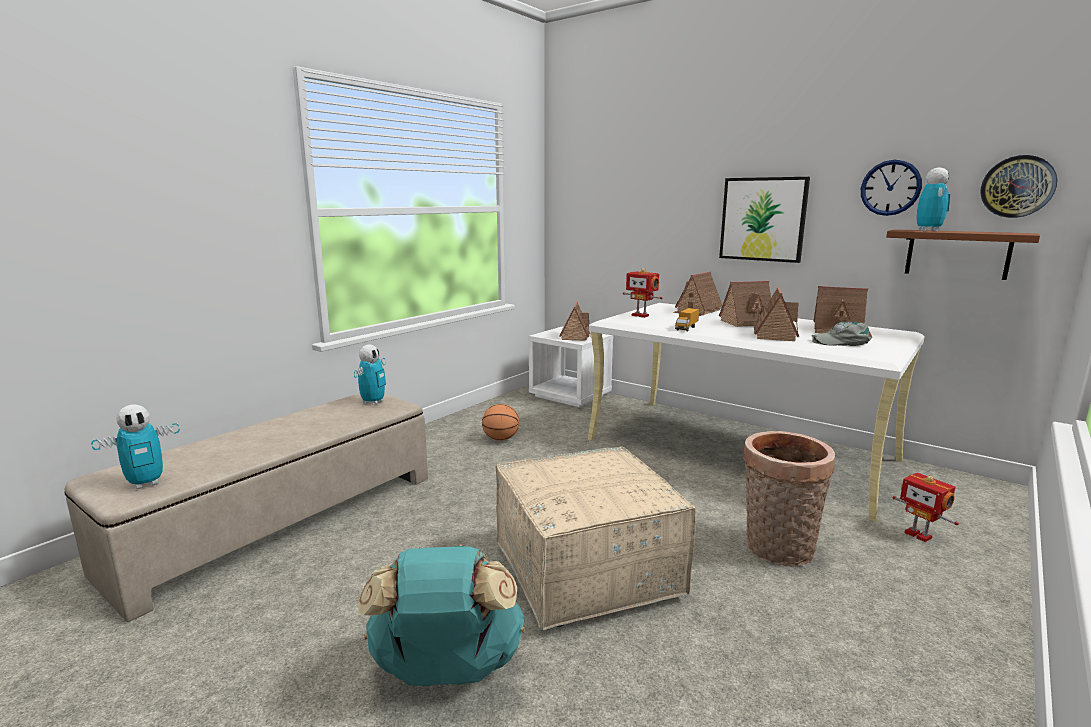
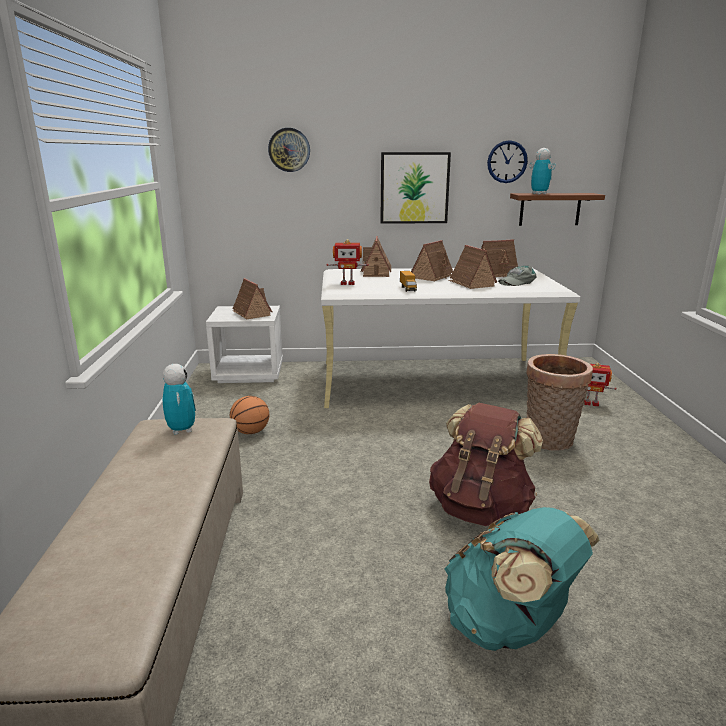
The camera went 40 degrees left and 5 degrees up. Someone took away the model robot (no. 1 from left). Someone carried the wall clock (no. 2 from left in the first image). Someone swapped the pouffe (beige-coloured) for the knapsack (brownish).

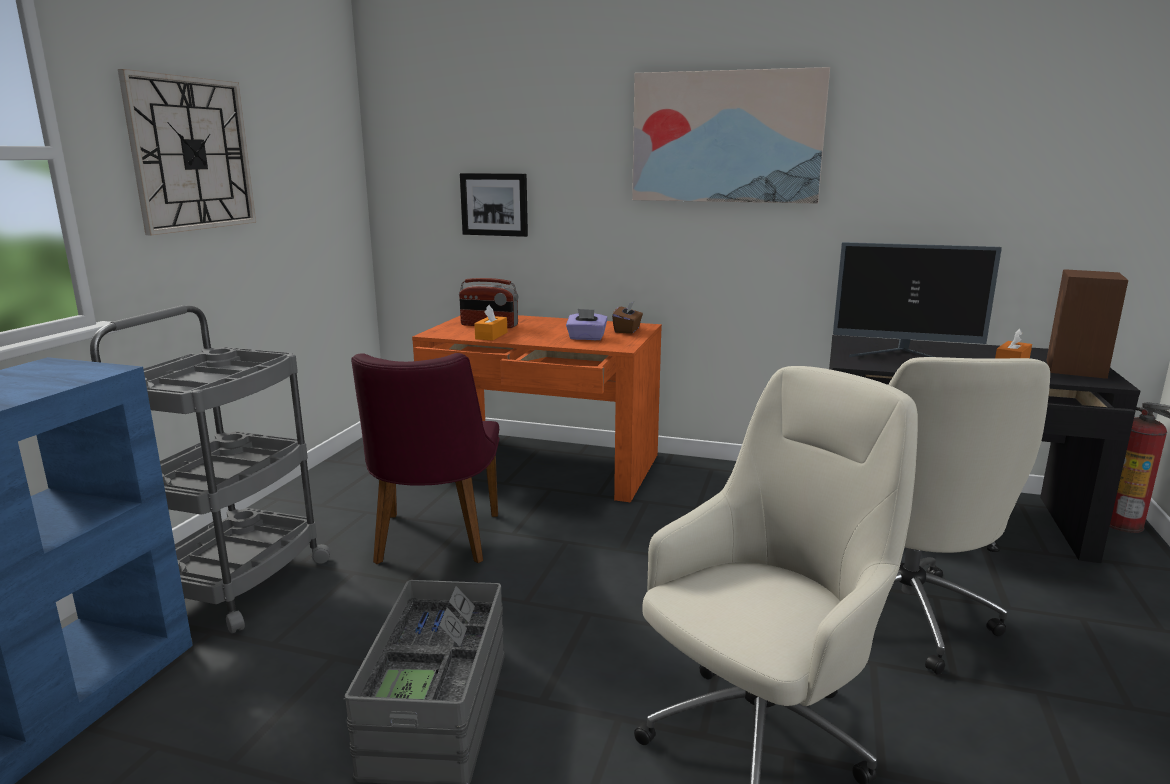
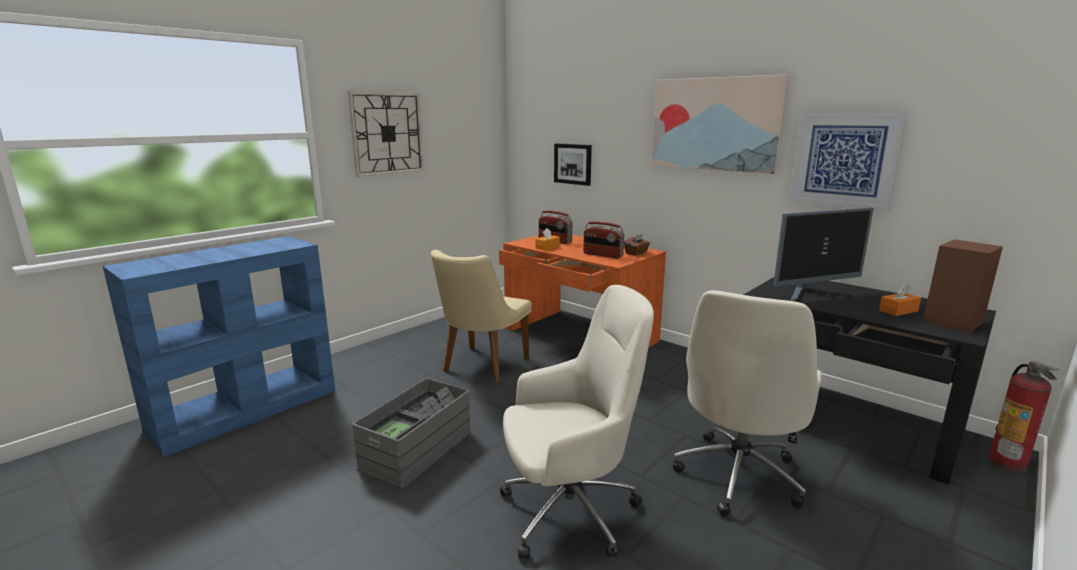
The camera went 25 degrees right and 0 degrees up. Someone took away the trolley (grey). Someone put up the wall picture (no. 3 from left). Someone swapped the tissue holder (purple) for the radio (no. 2 from left). Someone repainted the upright chair (purple), which became the upright chair (beige-coloured). Someone rotated the monitor by 60 degrees counterclockwise.

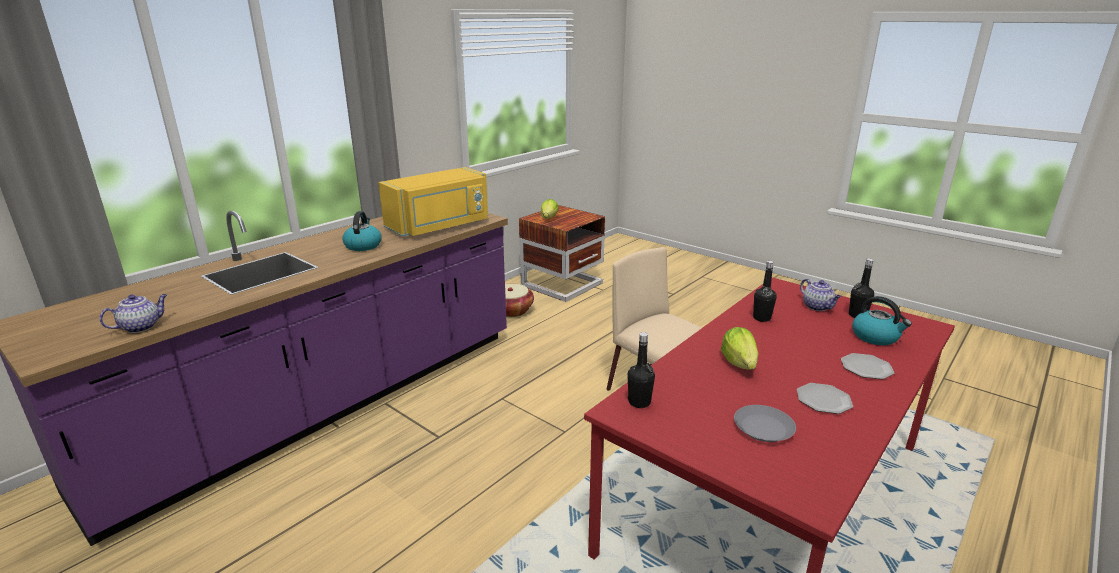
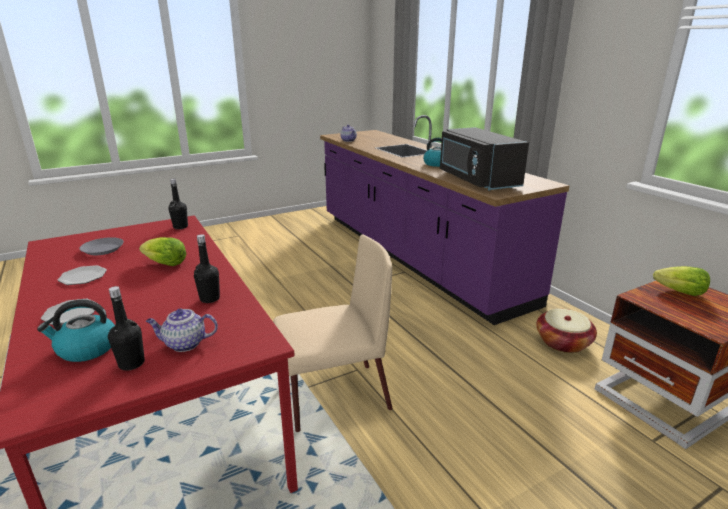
The camera went 110 degrees right and 0 degrees up. Someone repainted the kitchen microwave (yellow), which became the kitchen microwave (black).

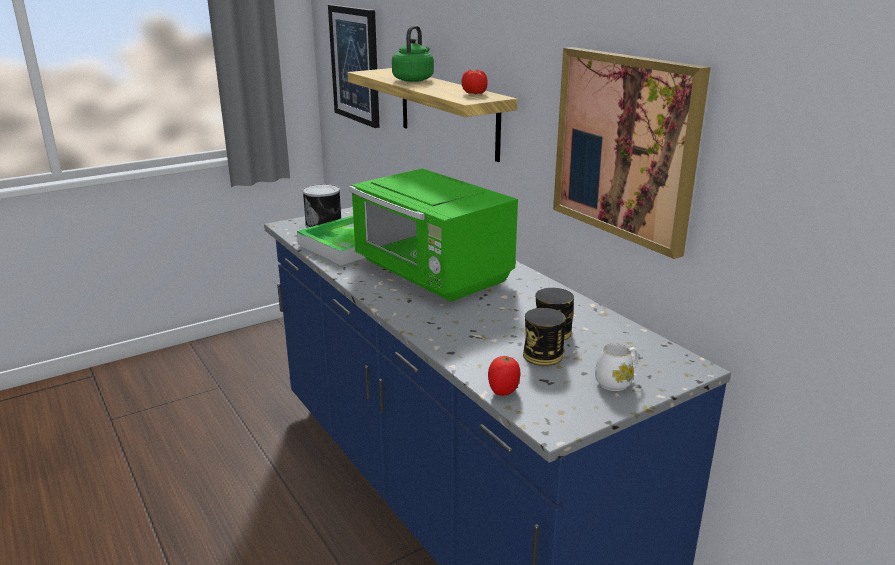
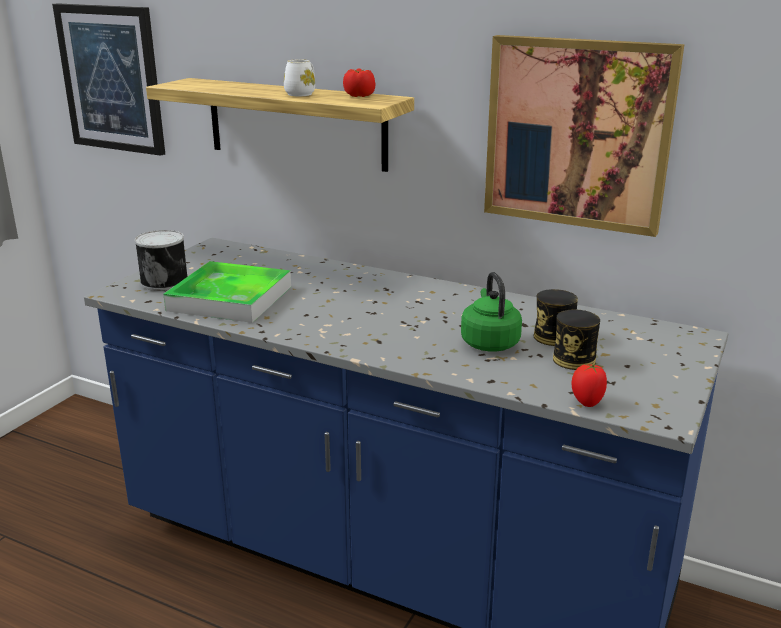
The camera went 30 degrees left and 0 degrees up. Someone took away the kitchen microwave (greenish). Someone carried the kettle (greenish). Someone carried the coffee mug (whitish).

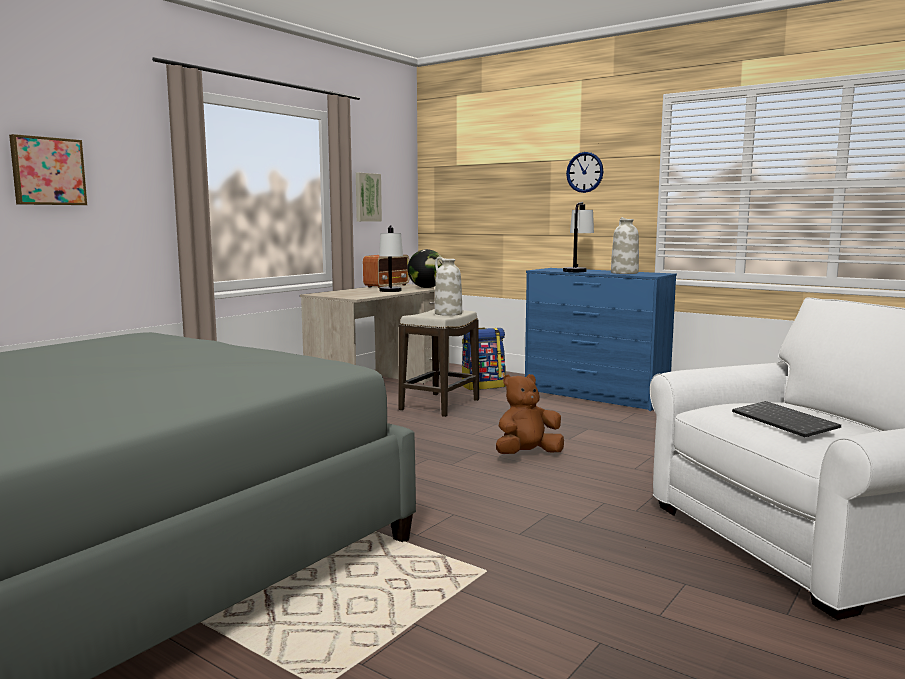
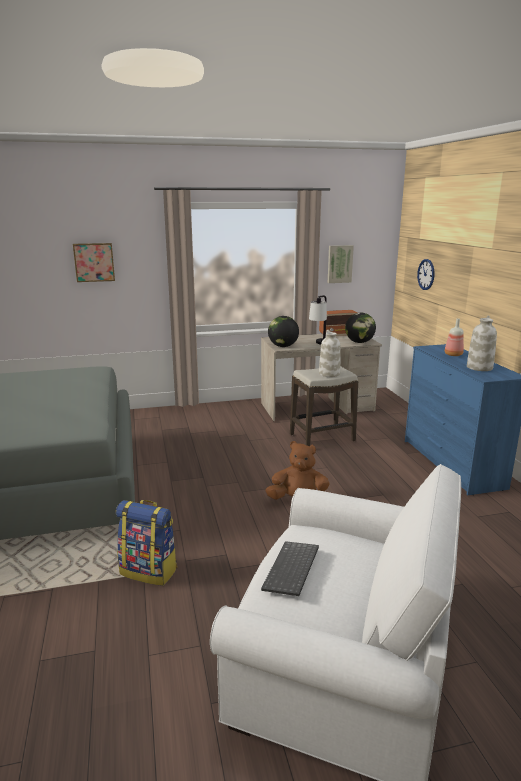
The camera went 40 degrees right and 10 degrees up. Someone put down the desk globe (no. 1 from left). Someone carried the knapsack. Someone carried the wall clock. Someone swapped the table lamp (no. 2 from left) for the drink bottle.

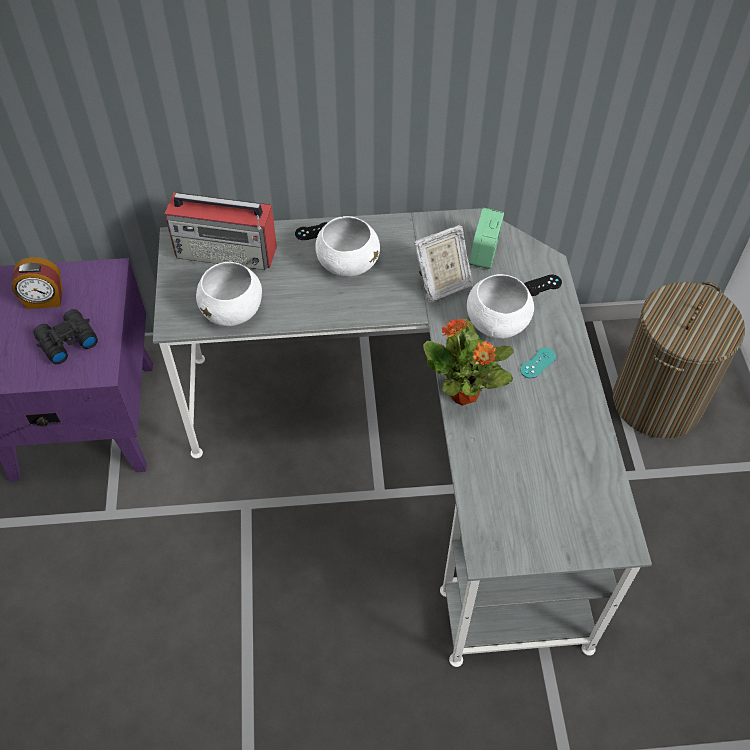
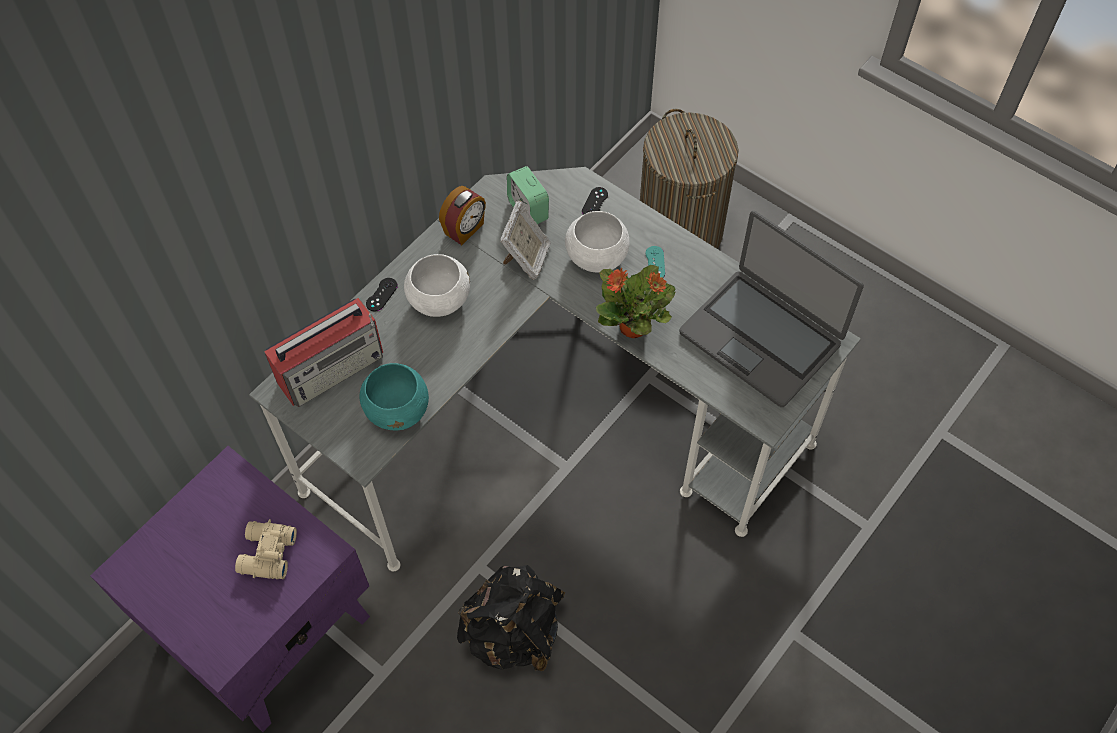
The camera went 45 degrees left and 5 degrees up. Someone put down the knapsack (black). Someone put down the laptop. Someone carried the bedside clock (no. 1 from left). Someone repainted the binoculars (black), which became the binoculars (beige-coloured). Someone repainted the serving bowl (whitish) (no. 1 from left), which became the serving bowl (turquoise).

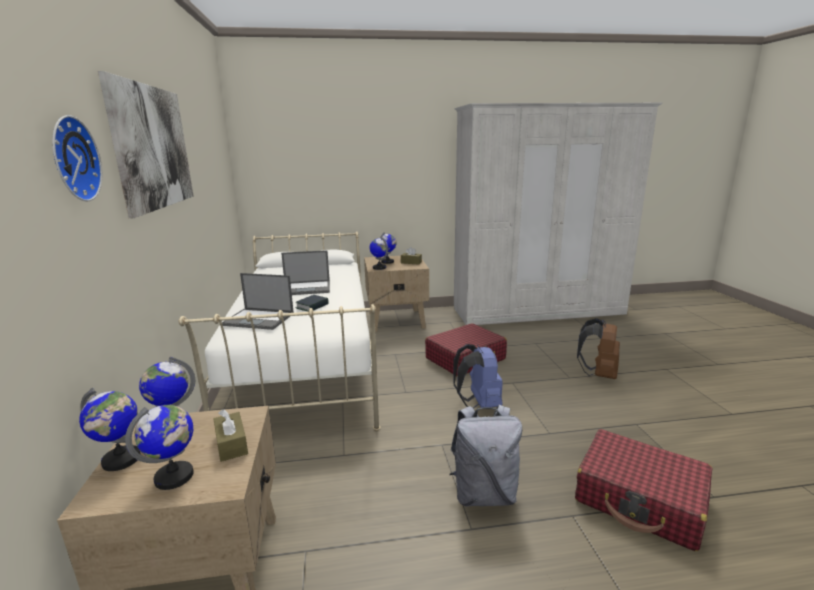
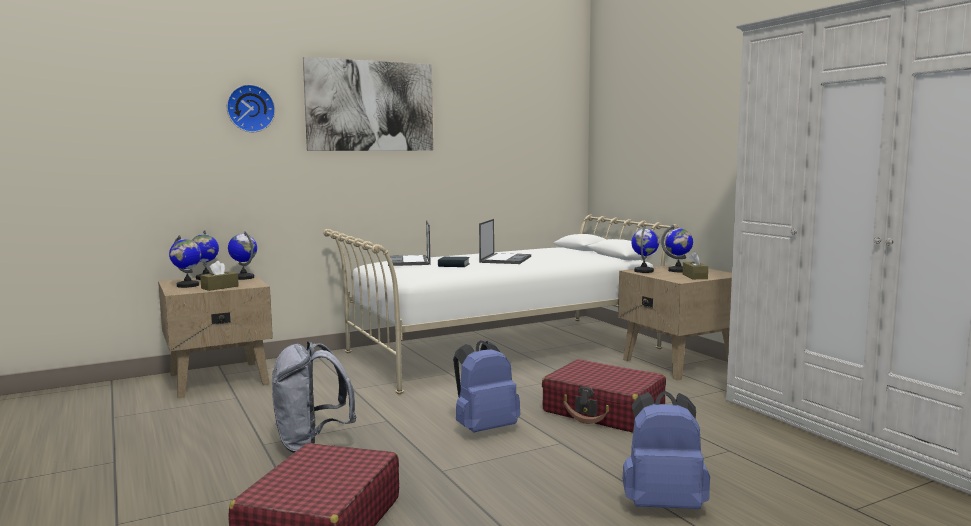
The camera went 70 degrees right and 10 degrees down. Someone repainted the knapsack (brownish), which became the knapsack (blue) (no. 2 from left). Someone rotated the laptop (no. 2 from left) by 135 degrees counterclockwise.

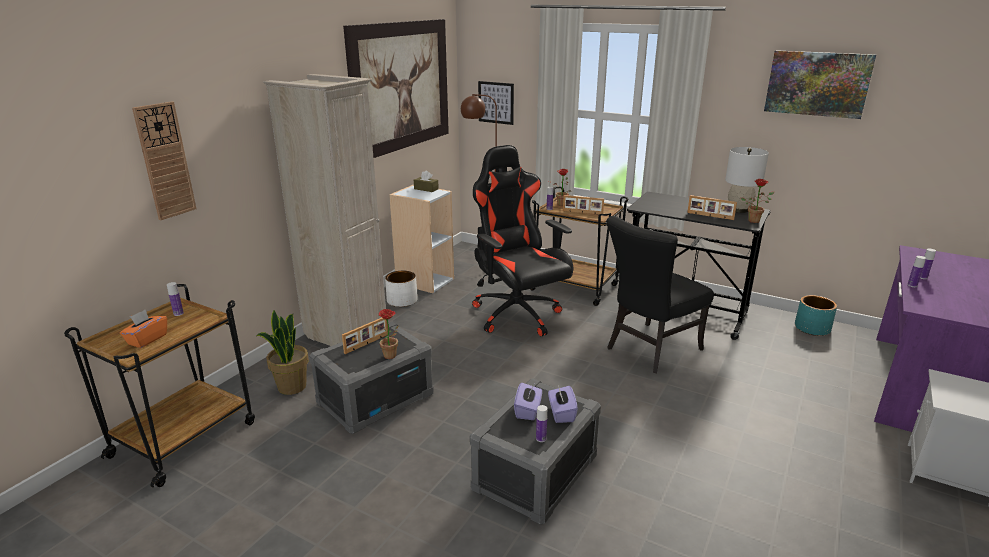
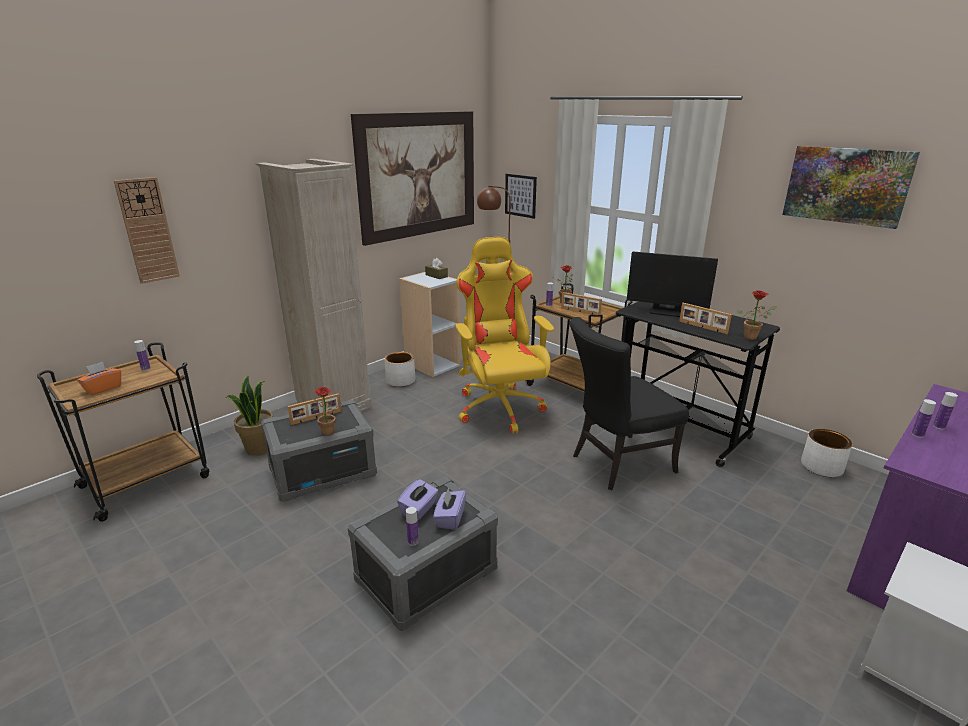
The camera went 15 degrees right and 0 degrees up. Someone took away the table lamp (whitish). Someone put down the monitor. Someone repainted the desk chair (black), which became the desk chair (yellow). Someone repainted the plant pot (turquoise), which became the plant pot (whitish) (no. 2 from left).

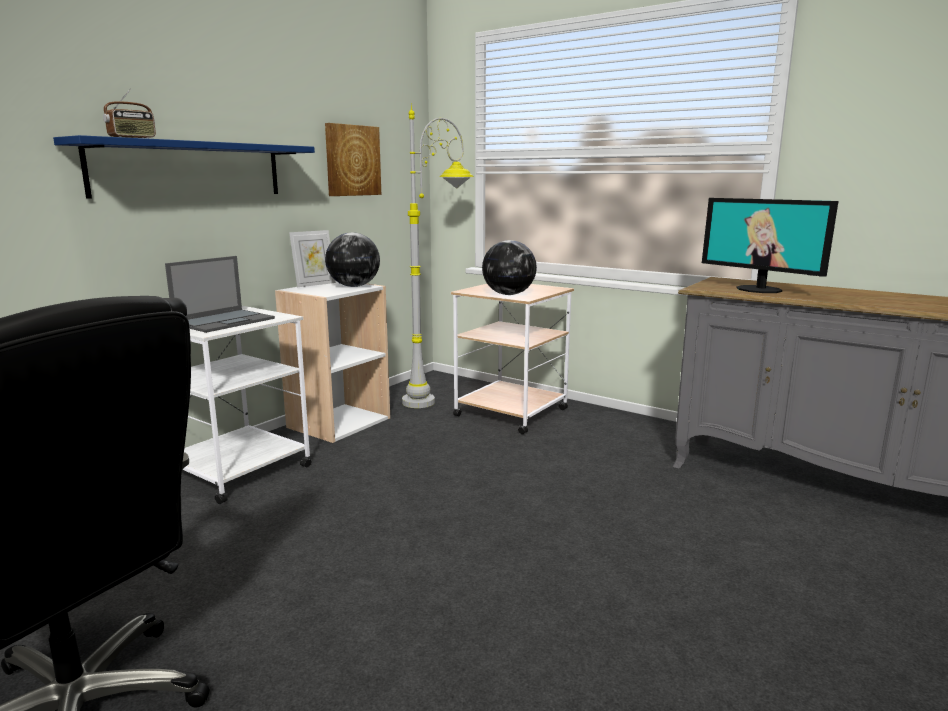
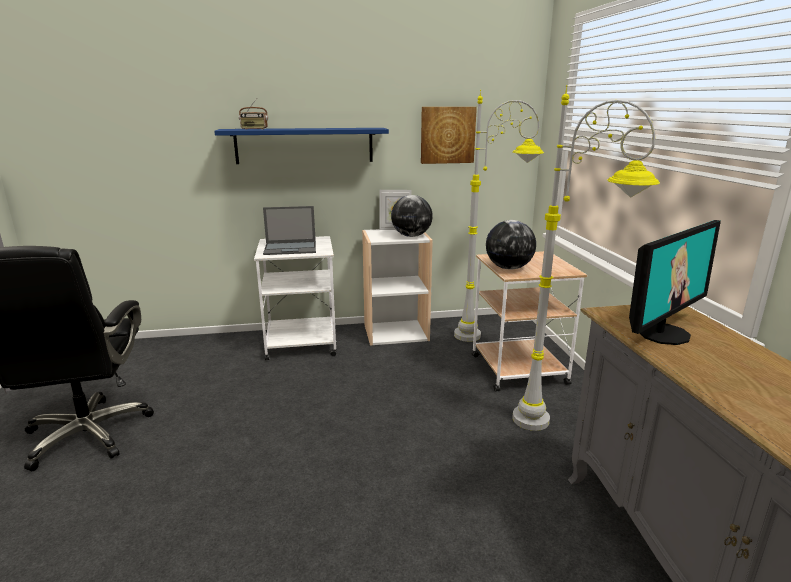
The camera went 45 degrees right and 5 degrees up. Someone put down the floor lamp (grey) (no. 2 from left). Someone rotated the monitor by 135 degrees counterclockwise.

